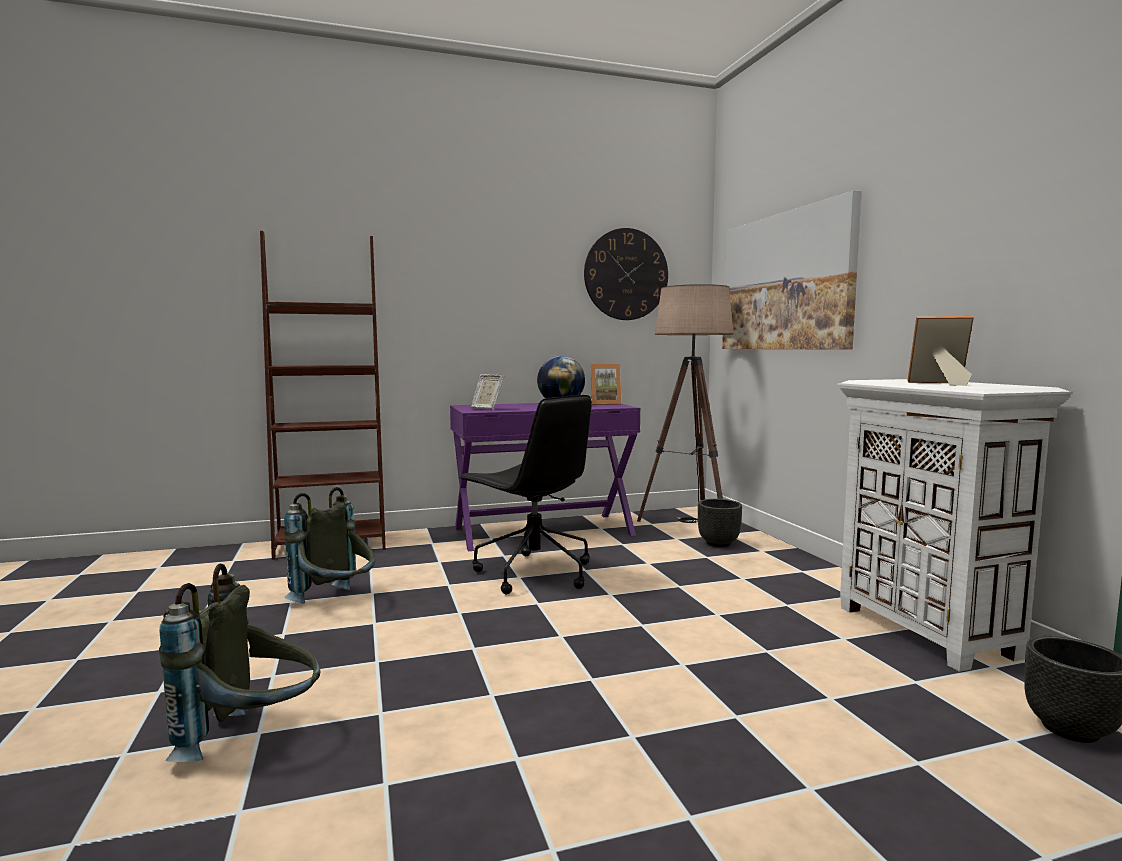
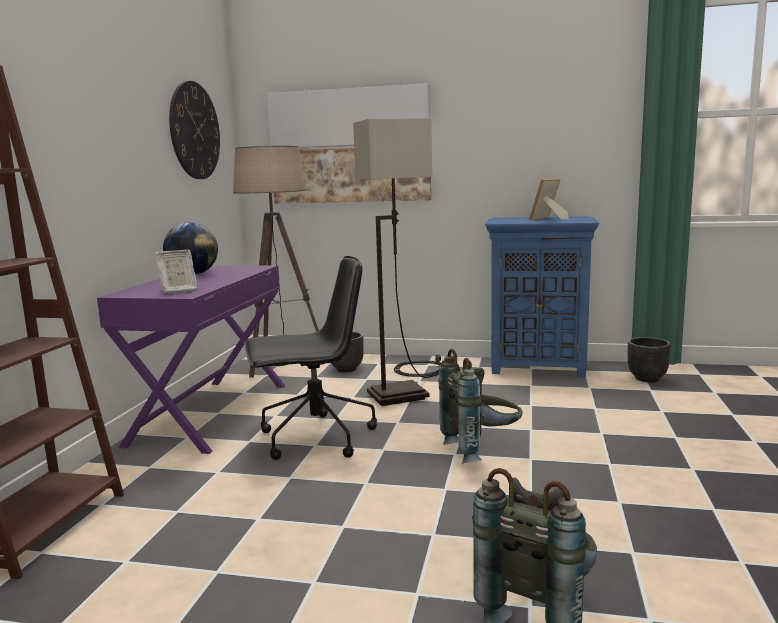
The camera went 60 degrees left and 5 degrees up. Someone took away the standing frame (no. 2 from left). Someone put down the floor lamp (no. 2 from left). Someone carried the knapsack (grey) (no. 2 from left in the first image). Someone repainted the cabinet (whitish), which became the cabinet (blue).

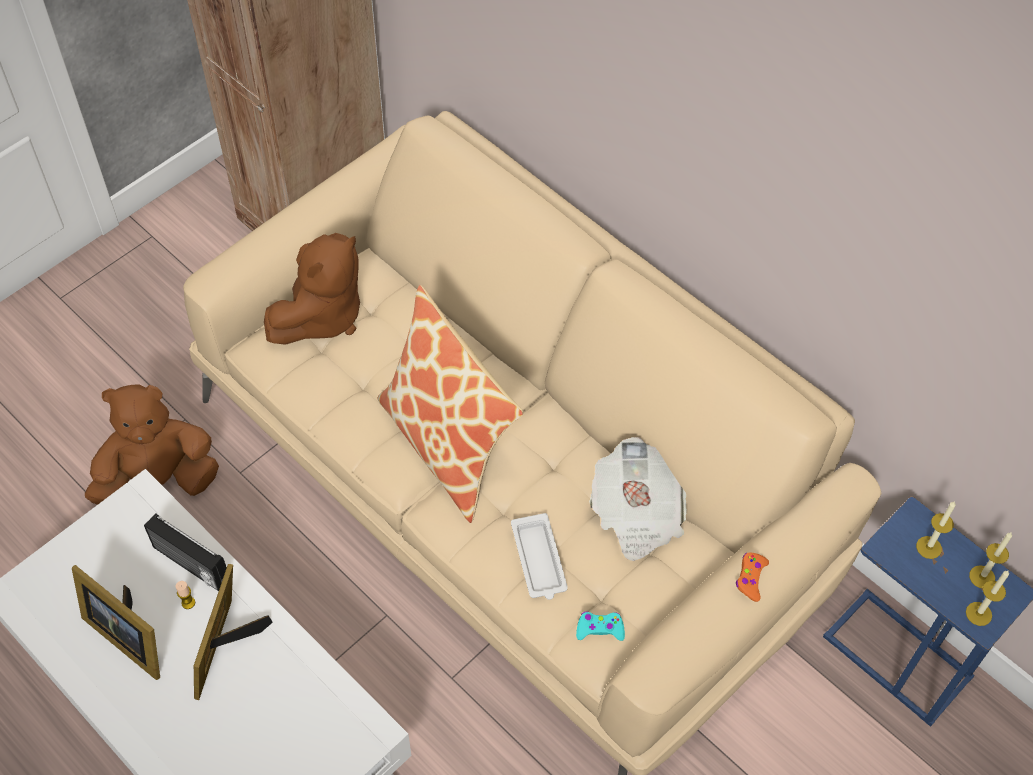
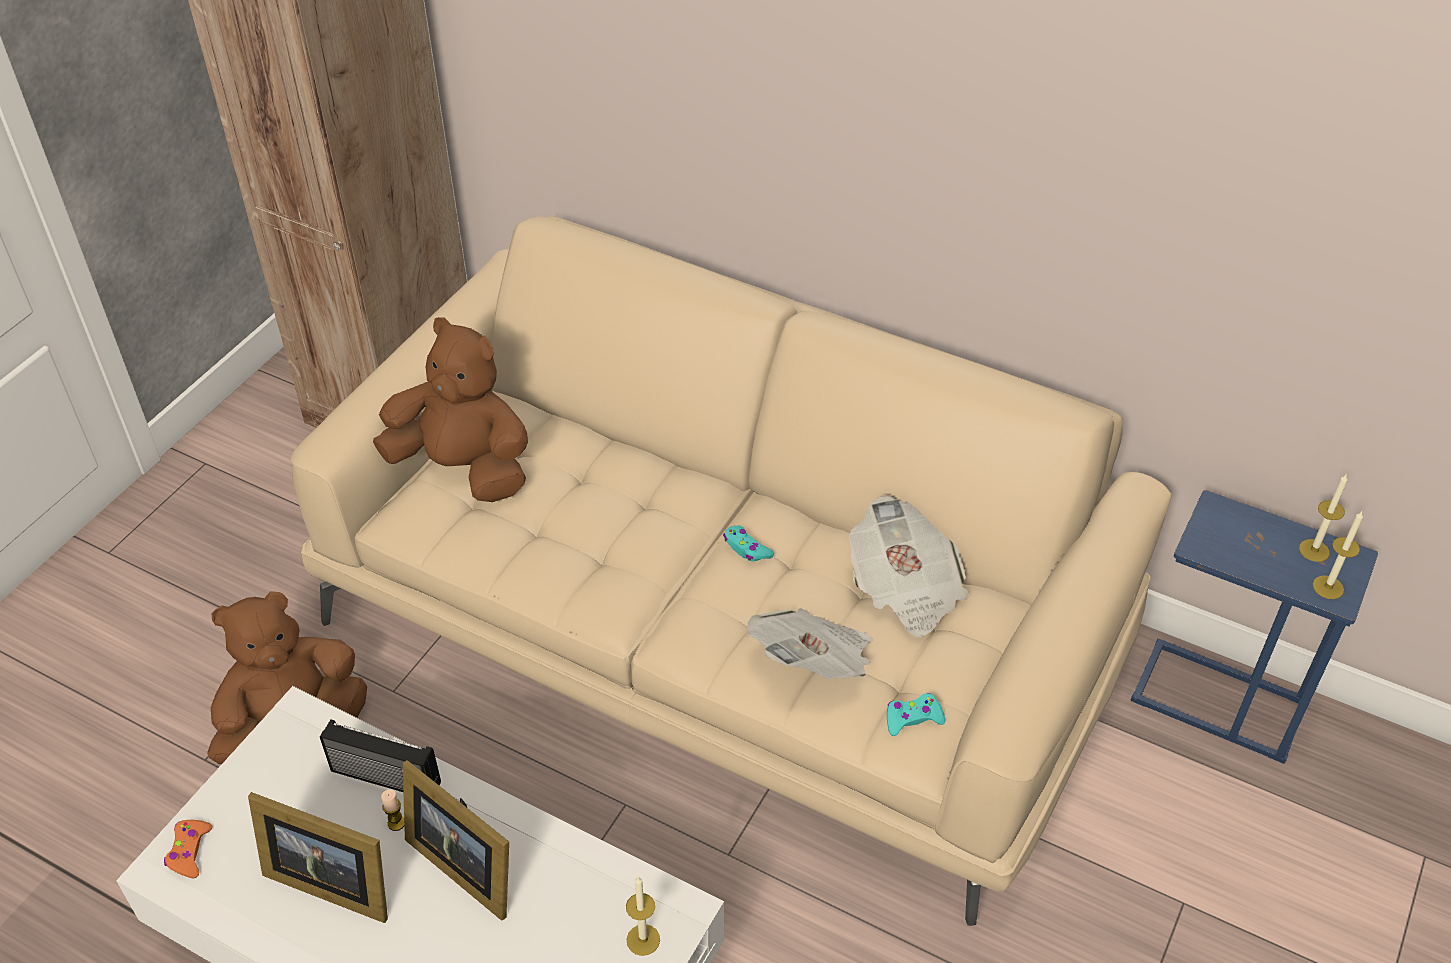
The camera went 15 degrees left and 10 degrees down. Someone took away the cushion. Someone put down the gamepad (turquoise) (no. 1 from left). Someone carried the gamepad (orange). Someone carried the wax light (no. 2 from left). Someone swapped the carrying tray (whitish) for the newspaper (no. 1 from left). Someone rotated the standing frame (no. 2 from left) by 45 degrees counterclockwise. Someone rotated the soft toy (brownish) (no. 2 from left) by 90 degrees counterclockwise.

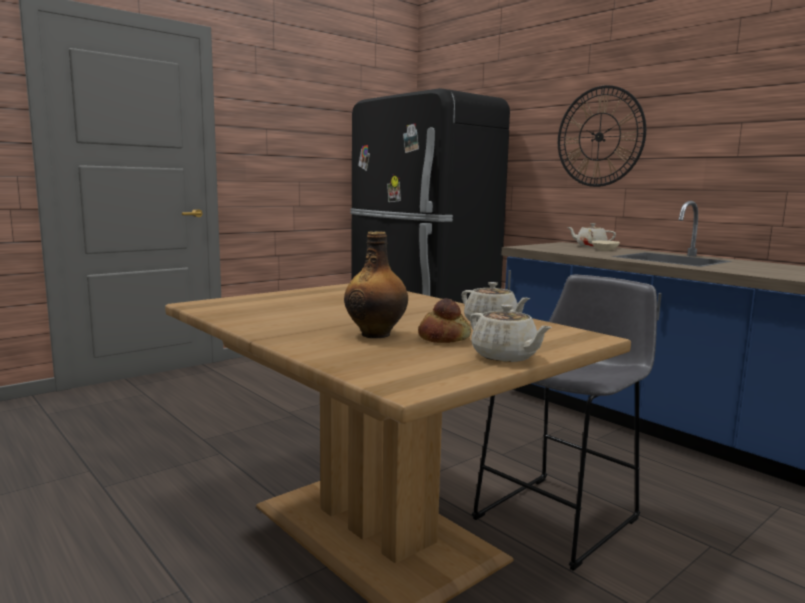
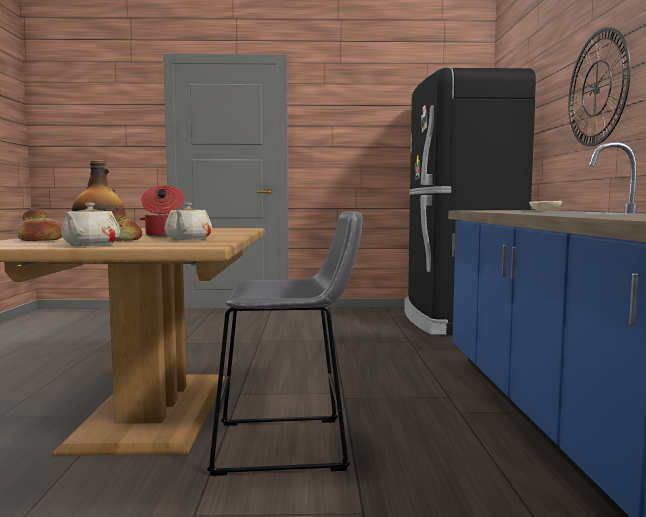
The camera went 40 degrees right and 5 degrees down. Someone took away the teapot (beige-coloured) (no. 3 from left). Someone put down the baked bread (no. 1 from left). Someone put down the stockpot.

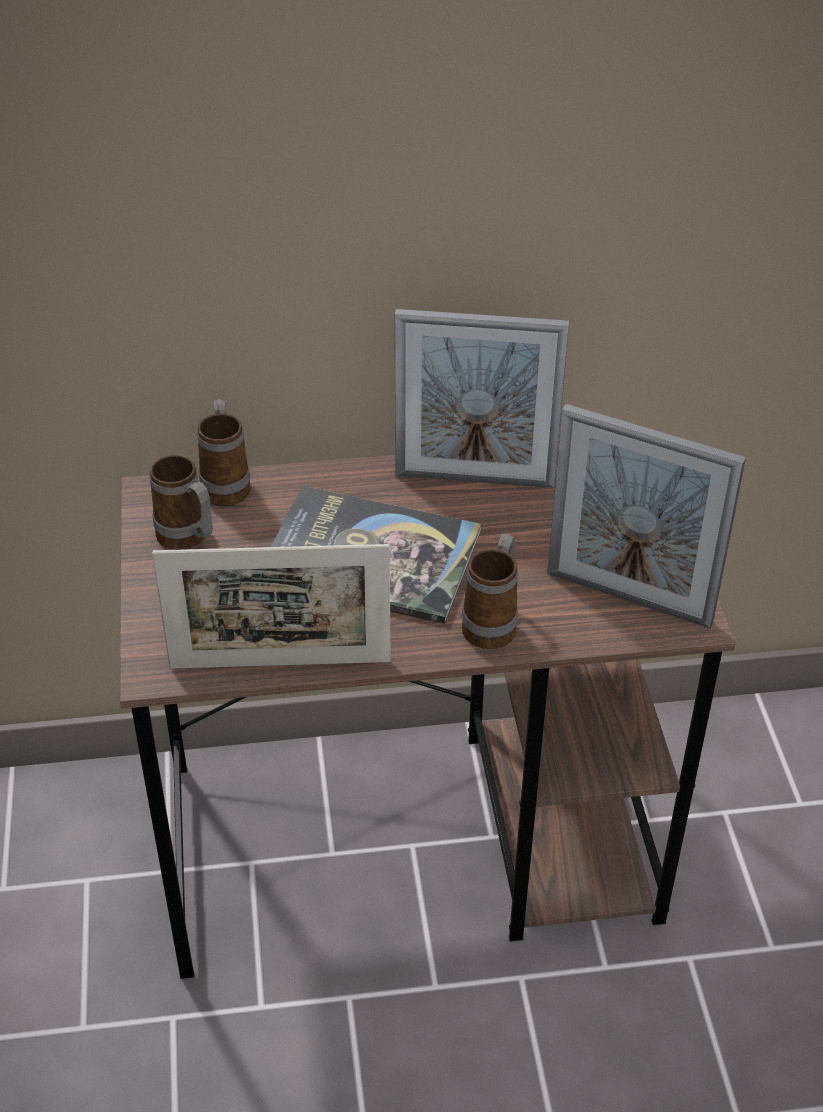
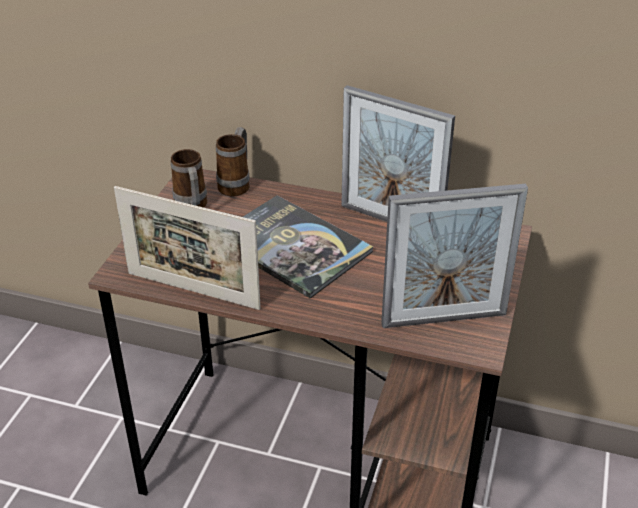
The camera went 25 degrees right and 5 degrees down. Someone took away the coffee mug (no. 3 from left). Someone rotated the standing frame (no. 3 from left) by 60 degrees counterclockwise.

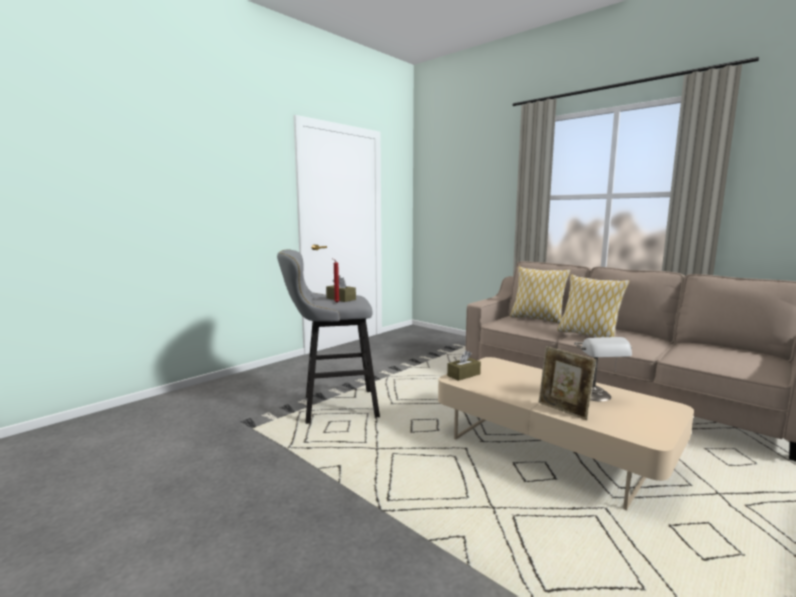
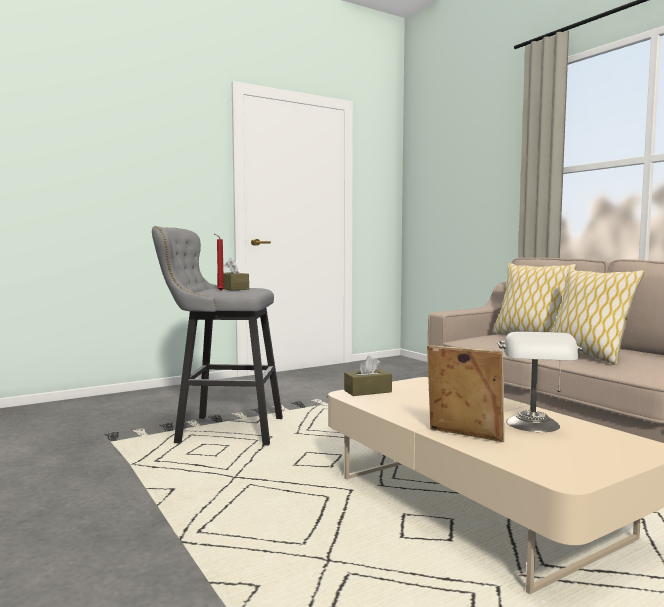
The camera went 15 degrees right and 5 degrees down. Someone rotated the standing frame by 150 degrees clockwise.

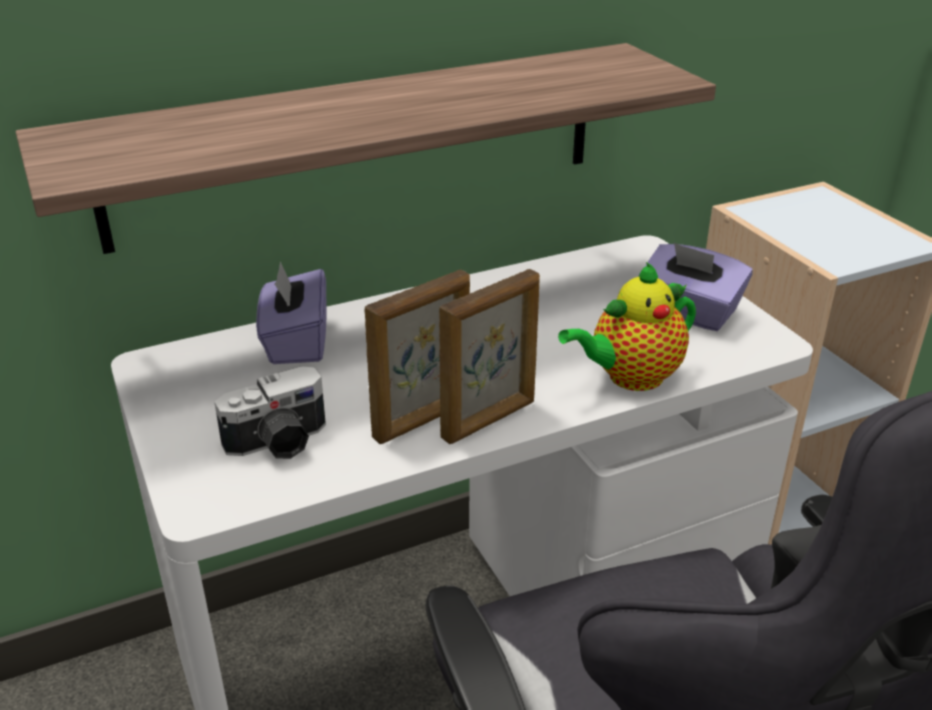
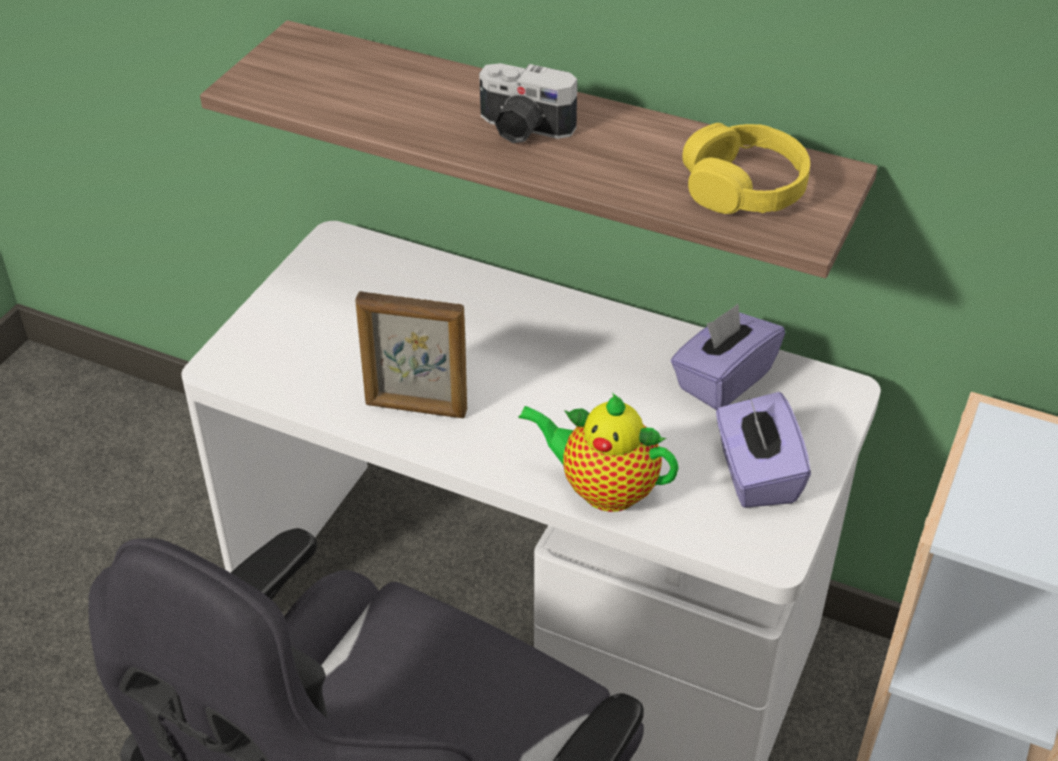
The camera went 50 degrees right and 10 degrees up. Someone took away the standing frame (no. 2 from left). Someone put down the headphones (yellow). Someone carried the photo camera. Someone carried the tissue holder (purple) (no. 1 from left).

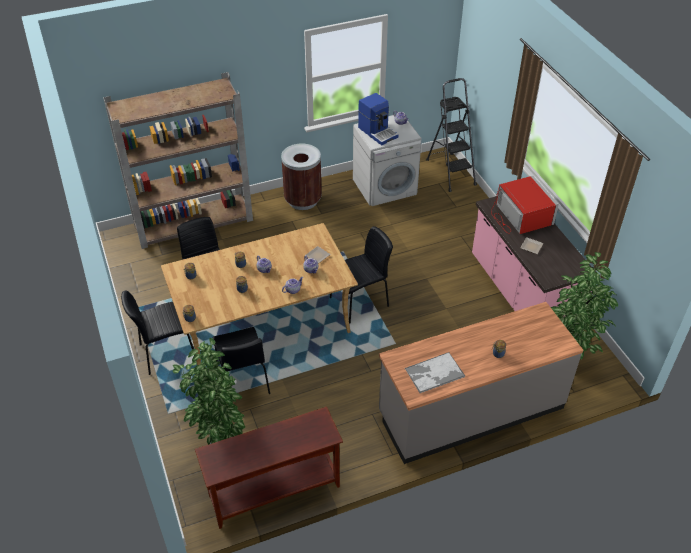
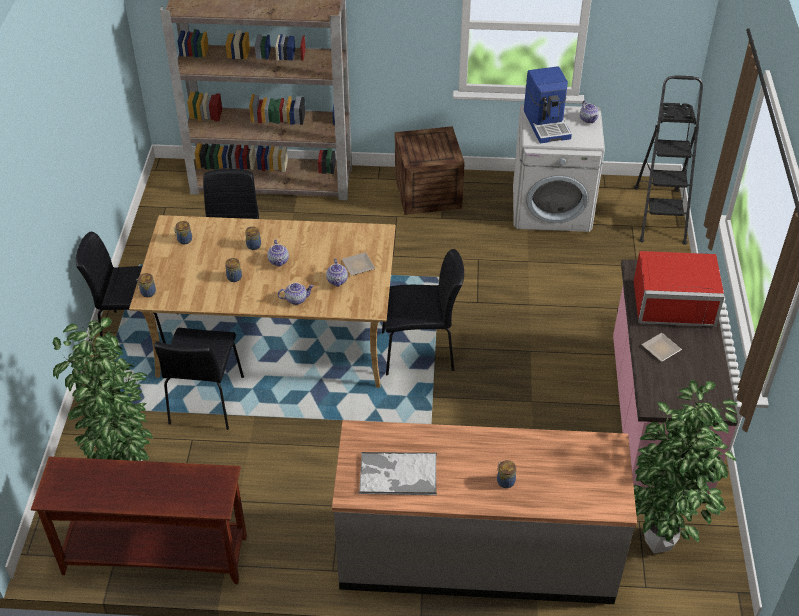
The camera went 25 degrees right and 0 degrees up. Someone swapped the trash can (brownish) for the shipping crate. Someone rotated the kitchen microwave (red) by 90 degrees clockwise.

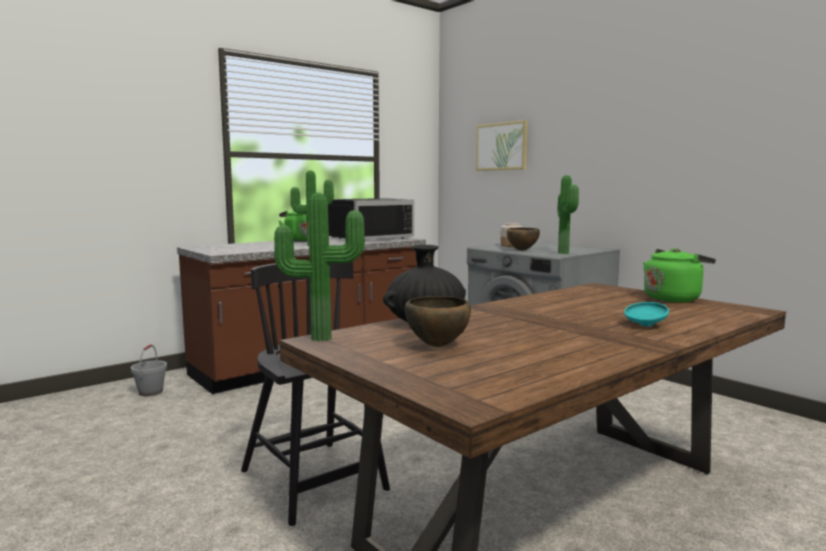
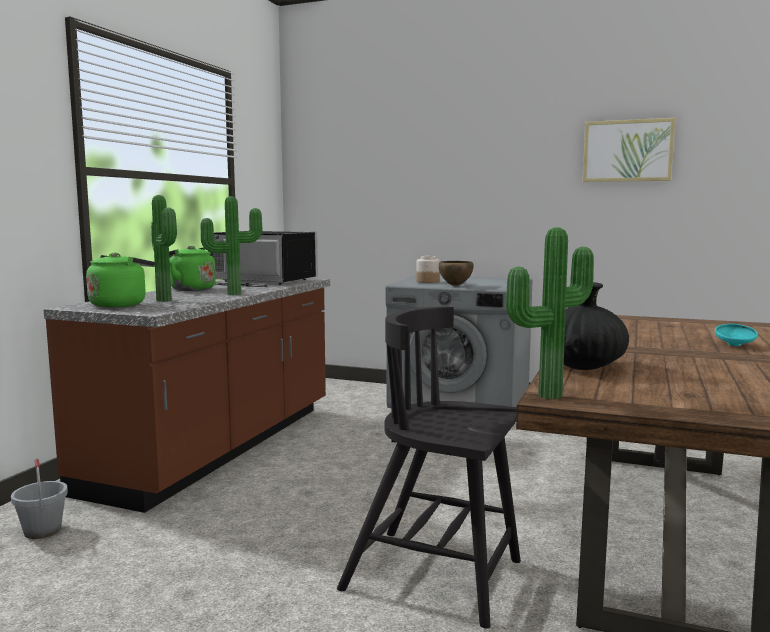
The camera went 30 degrees left and 0 degrees up. Someone took away the serving bowl (brownish) (no. 1 from left). Someone carried the wall picture. Someone carried the houseplant (no. 3 from left in the first image). Someone carried the kettle (greenish) (no. 2 from left in the first image). Someone rotated the kitchen microwave (black) by 90 degrees counterclockwise.

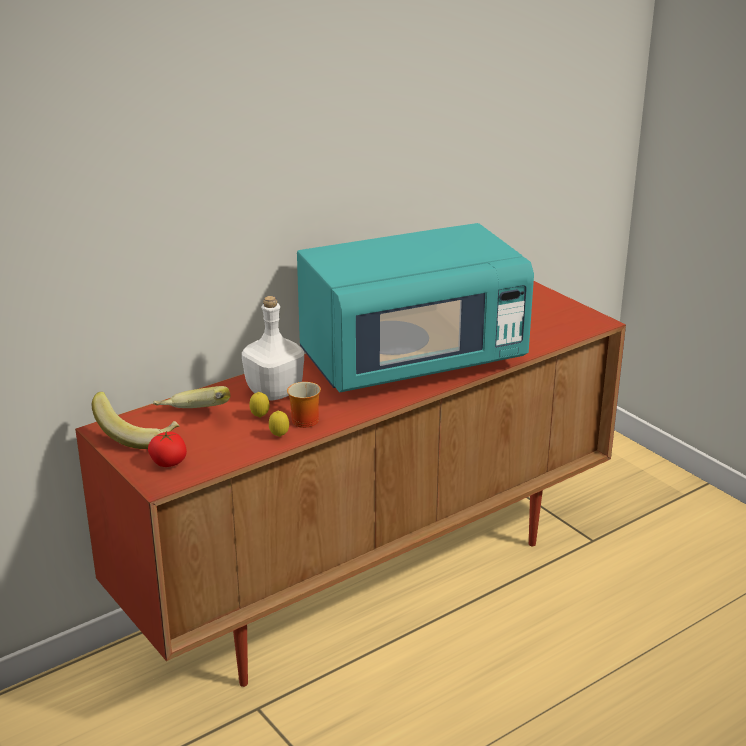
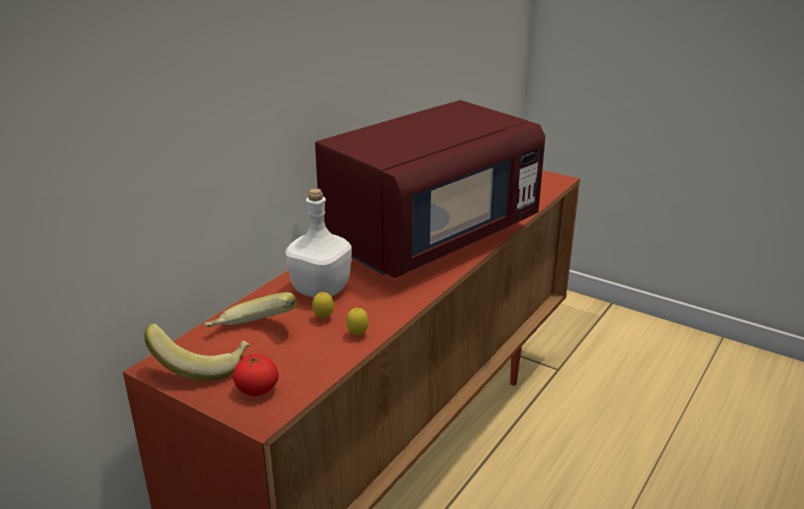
The camera went 20 degrees left and 0 degrees up. Someone took away the coffee mug. Someone repainted the kitchen microwave (turquoise), which became the kitchen microwave (red).

